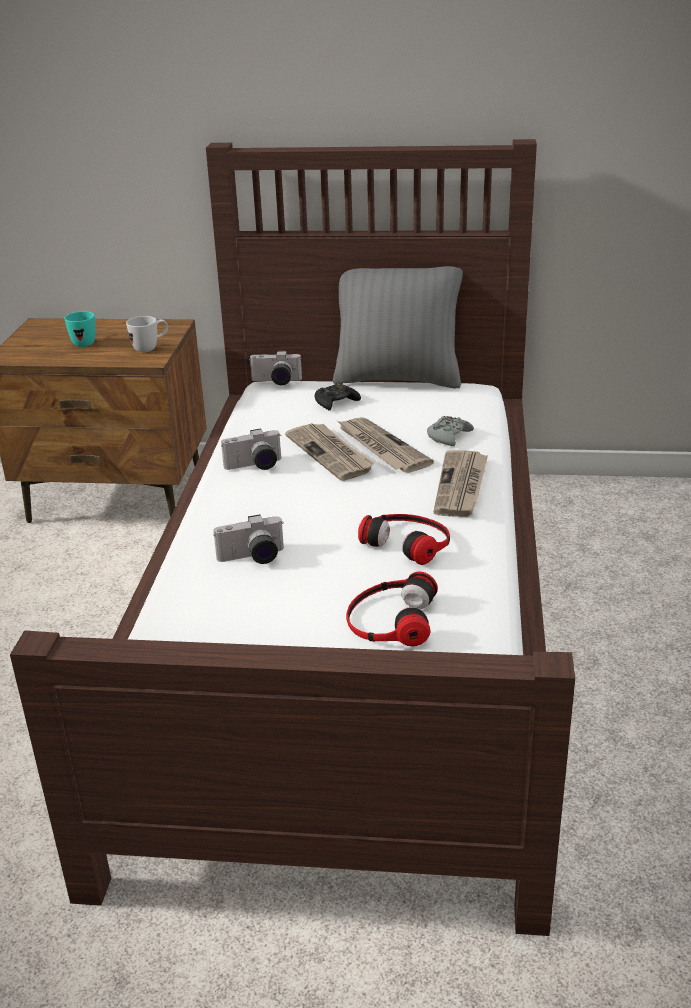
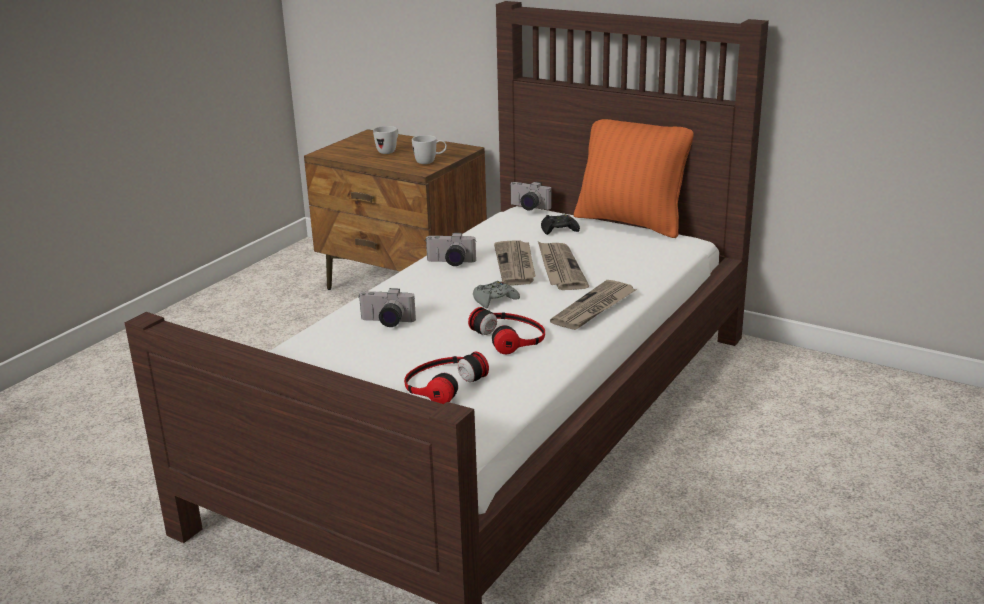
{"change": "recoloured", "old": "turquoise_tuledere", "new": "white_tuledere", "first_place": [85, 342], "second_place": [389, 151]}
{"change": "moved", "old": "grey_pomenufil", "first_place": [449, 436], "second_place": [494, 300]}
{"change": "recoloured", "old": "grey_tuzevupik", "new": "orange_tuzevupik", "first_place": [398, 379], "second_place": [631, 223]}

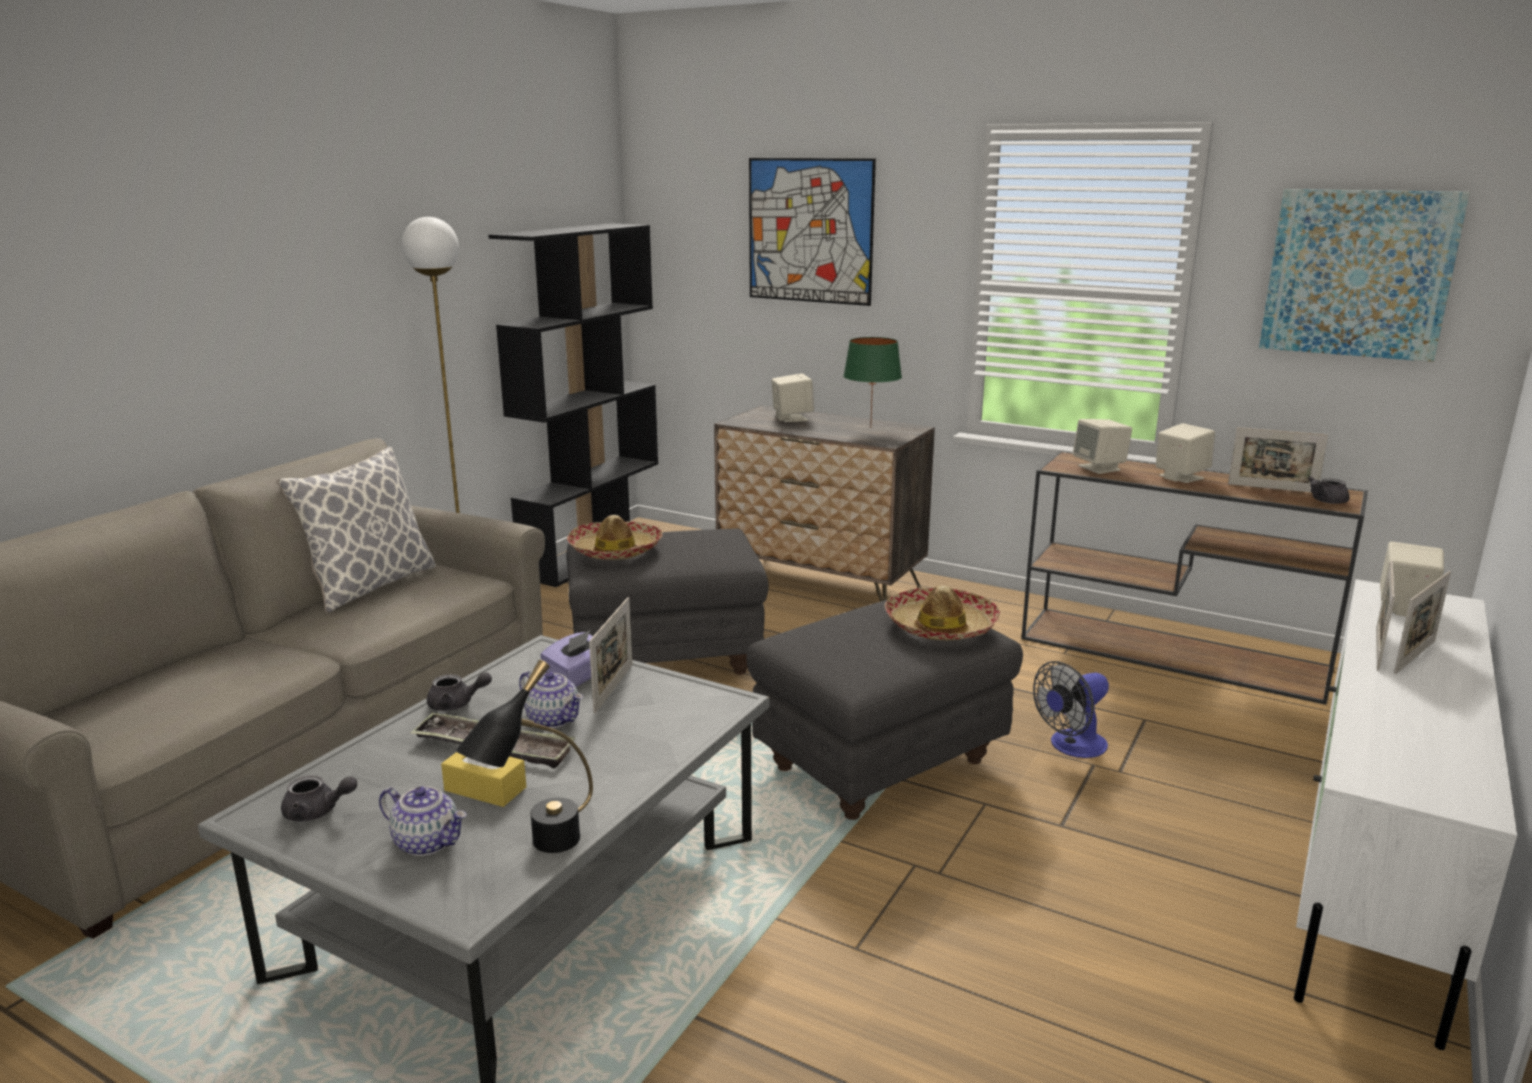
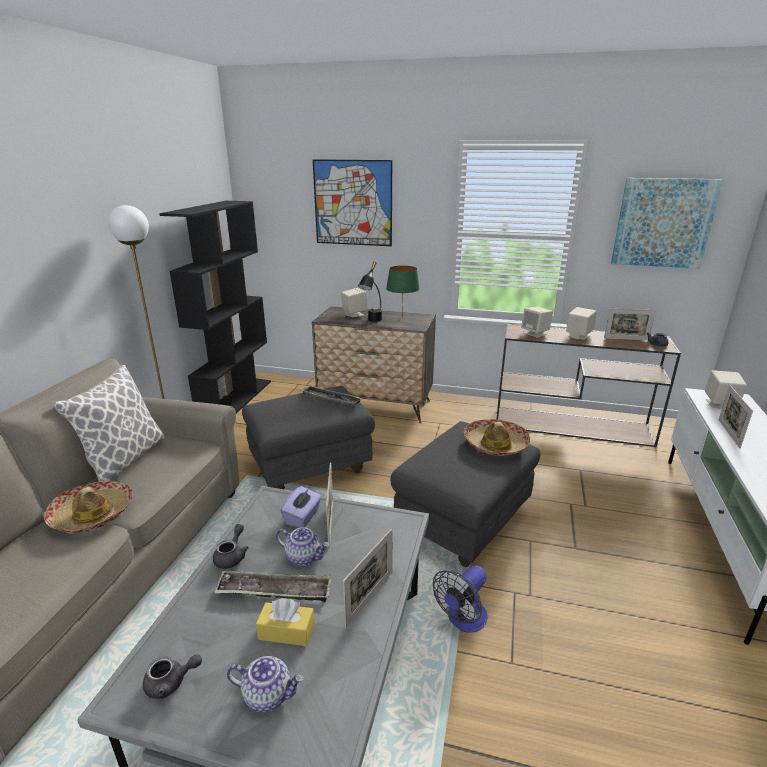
{"change": "moved", "old": "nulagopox", "first_place": [615, 550], "second_place": [92, 514]}
{"change": "turned", "old": "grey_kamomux", "first_place": [456, 704], "second_place": [232, 556], "degrees": -60}
{"change": "added", "new": "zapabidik", "second_place": [330, 399]}
{"change": "moved", "old": "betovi", "first_place": [1414, 657], "second_place": [369, 598]}
{"change": "moved", "old": "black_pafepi", "first_place": [538, 850], "second_place": [372, 321]}
{"change": "moved", "old": "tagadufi", "first_place": [1071, 747], "second_place": [462, 620]}

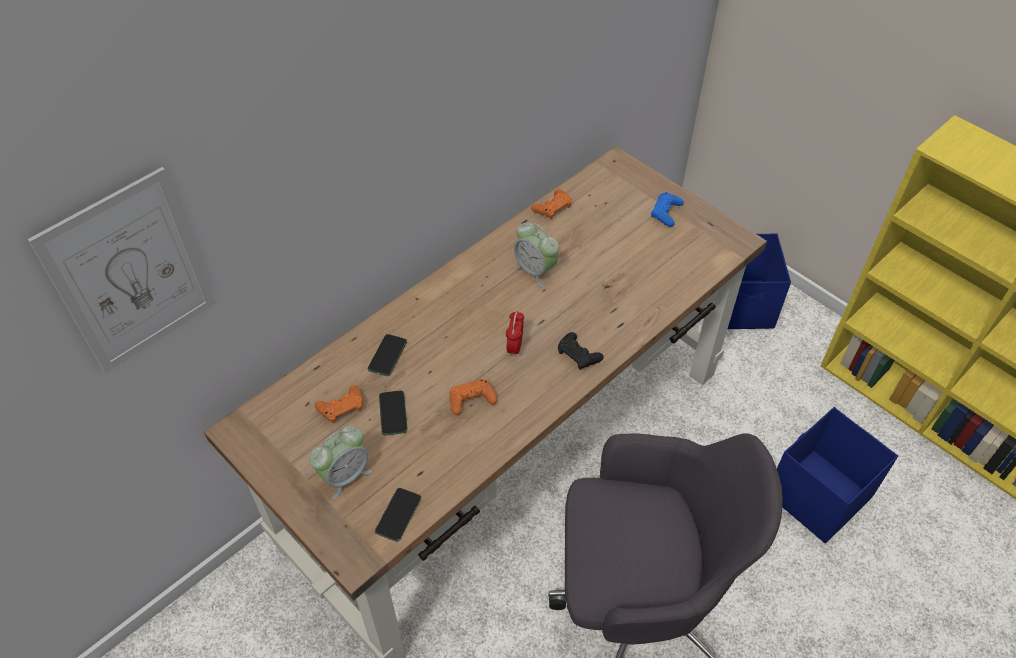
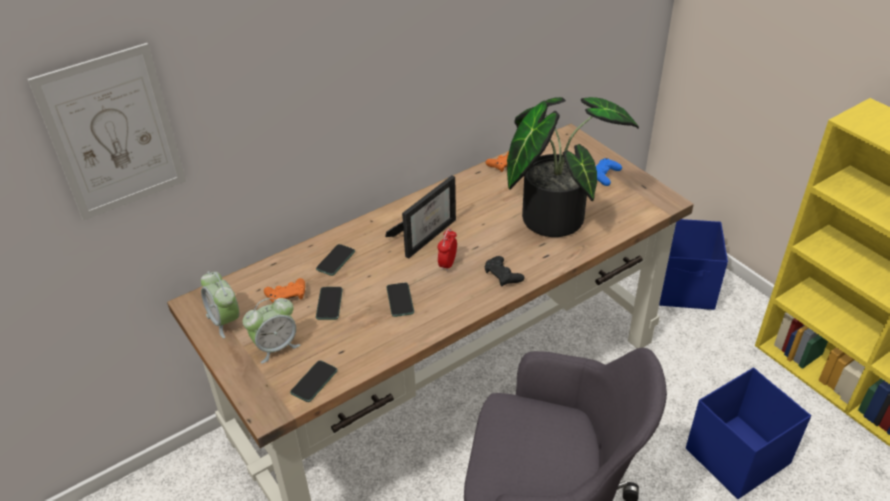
{"change": "moved", "old": "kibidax", "first_place": [535, 270], "second_place": [225, 321]}
{"change": "added", "new": "betovi", "second_place": [426, 234]}
{"change": "replaced", "old": "orange_pomenufil", "new": "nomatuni", "first_place": [471, 399], "second_place": [400, 300]}
{"change": "added", "new": "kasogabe", "second_place": [553, 214]}

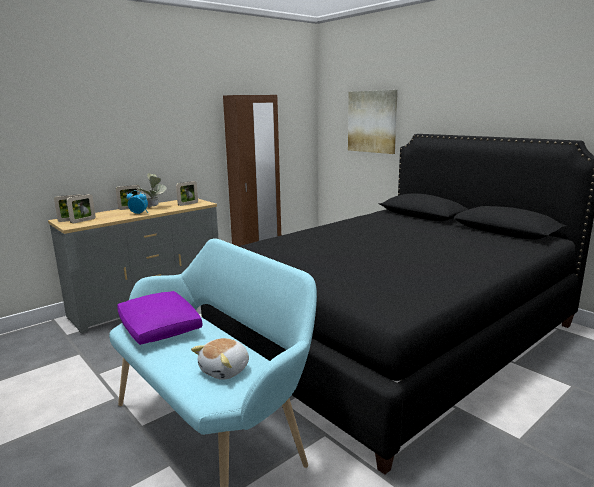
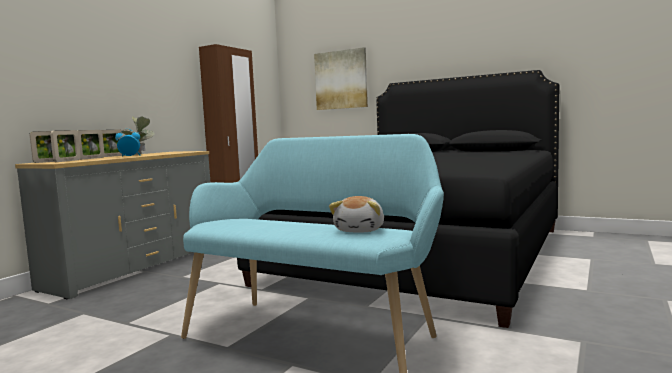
{"change": "moved", "old": "betovi", "first_place": [188, 204], "second_place": [91, 158]}
{"change": "removed", "old": "purple_tuzevupik", "first_place": [160, 328]}

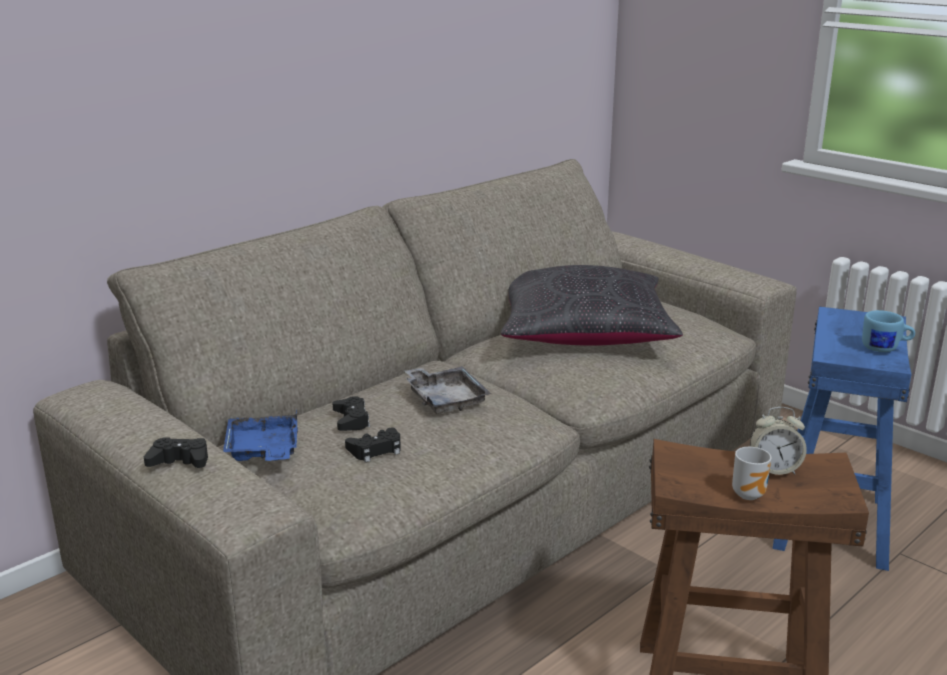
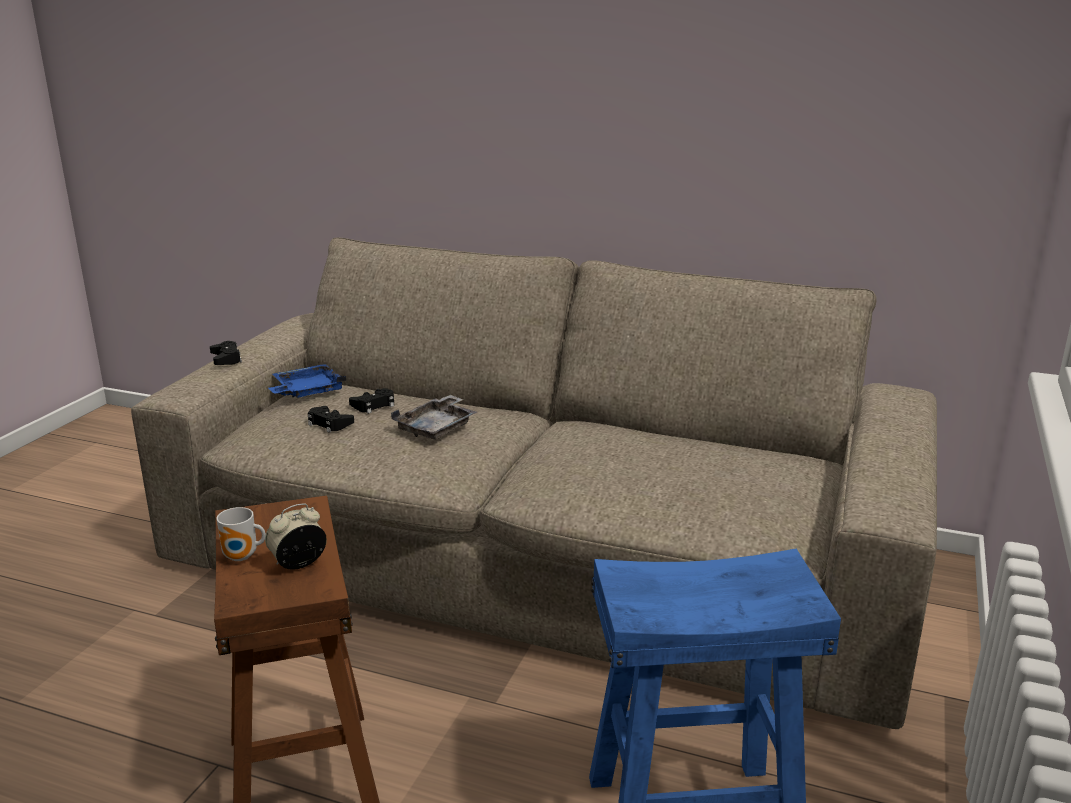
{"change": "turned", "old": "kibidax", "first_place": [774, 469], "second_place": [299, 564], "degrees": 75}
{"change": "removed", "old": "black_tuzevupik", "first_place": [583, 332]}
{"change": "removed", "old": "blue_tuledere", "first_place": [885, 349]}

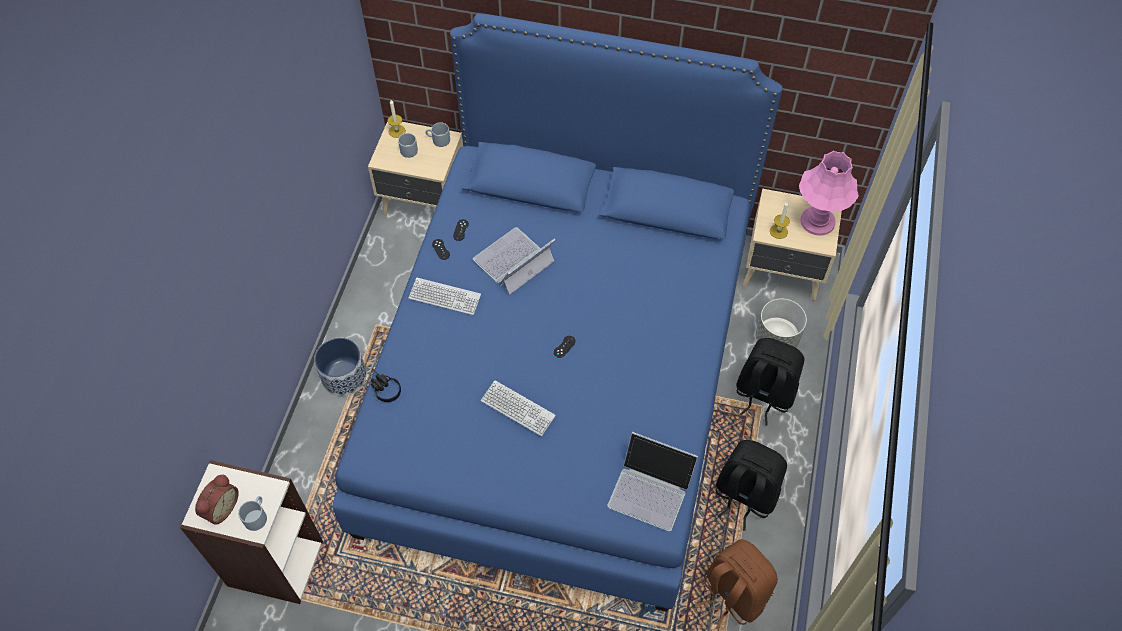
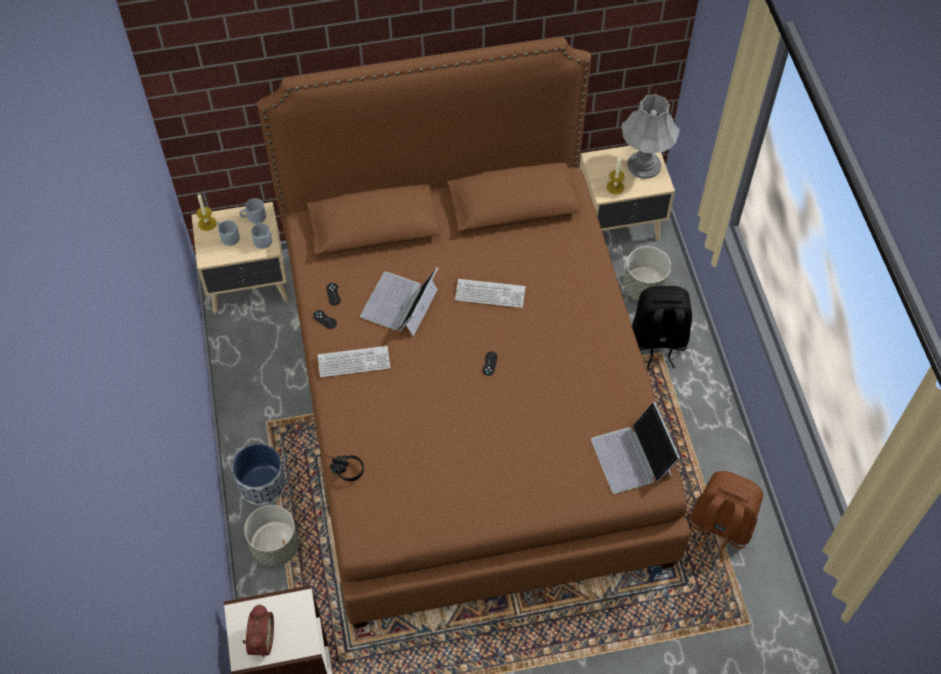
{"change": "added", "new": "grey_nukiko", "second_place": [275, 546]}
{"change": "moved", "old": "grey_tuledere", "first_place": [256, 515], "second_place": [262, 238]}
{"change": "recoloured", "old": "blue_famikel", "new": "brown_famikel", "first_place": [560, 378], "second_place": [469, 400]}
{"change": "moved", "old": "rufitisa", "first_place": [518, 409], "second_place": [490, 294]}
{"change": "turned", "old": "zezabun", "first_place": [651, 489], "second_place": [633, 457], "degrees": 75}
{"change": "recoloured", "old": "pink_pafepi", "new": "grey_pafepi", "first_place": [817, 221], "second_place": [644, 165]}
{"change": "removed", "old": "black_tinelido", "first_place": [744, 496]}

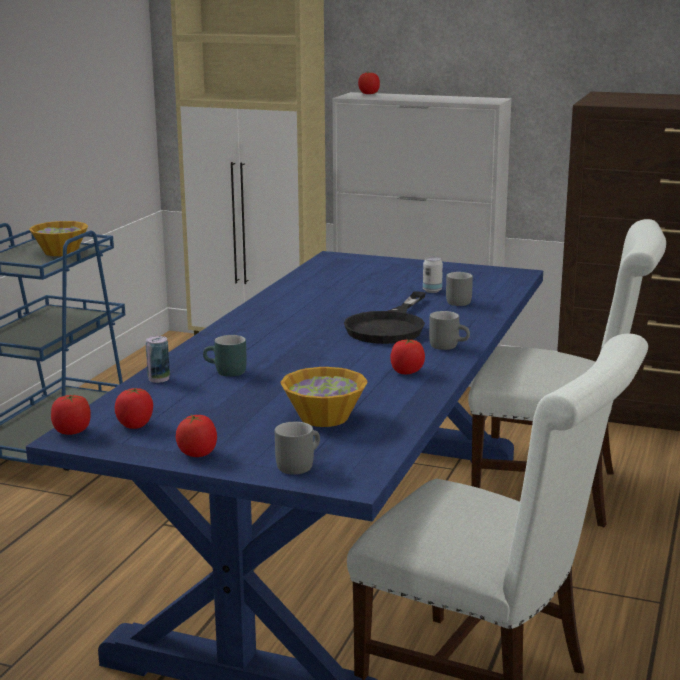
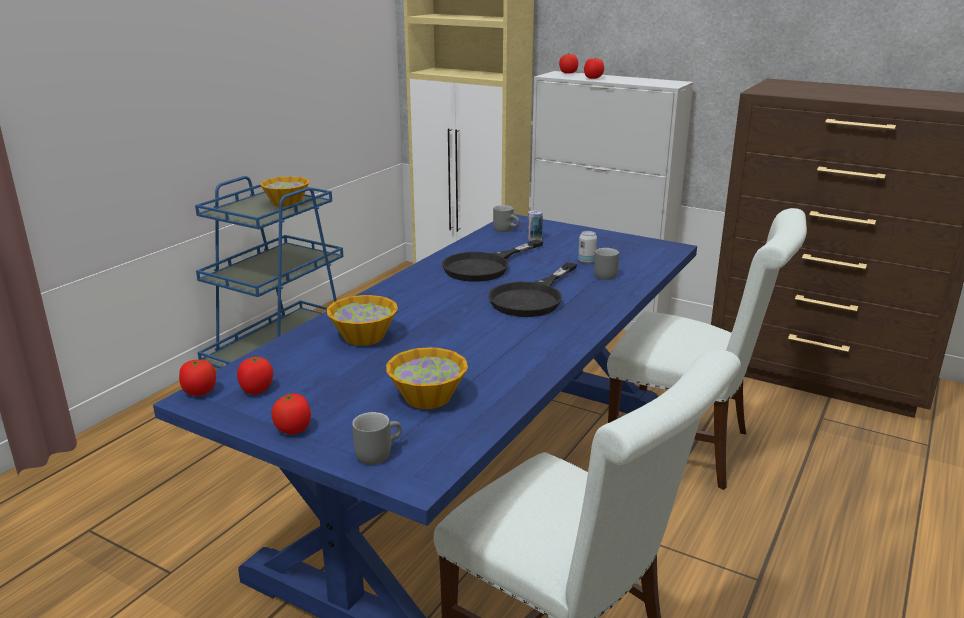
{"change": "replaced", "old": "turquoise_tuledere", "new": "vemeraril", "first_place": [225, 372], "second_place": [364, 337]}
{"change": "added", "new": "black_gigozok", "second_place": [485, 266]}
{"change": "moved", "old": "grey_tuledere", "first_place": [449, 346], "second_place": [506, 229]}
{"change": "moved", "old": "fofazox", "first_place": [159, 379], "second_place": [534, 239]}
{"change": "moved", "old": "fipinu", "first_place": [406, 372], "second_place": [593, 78]}

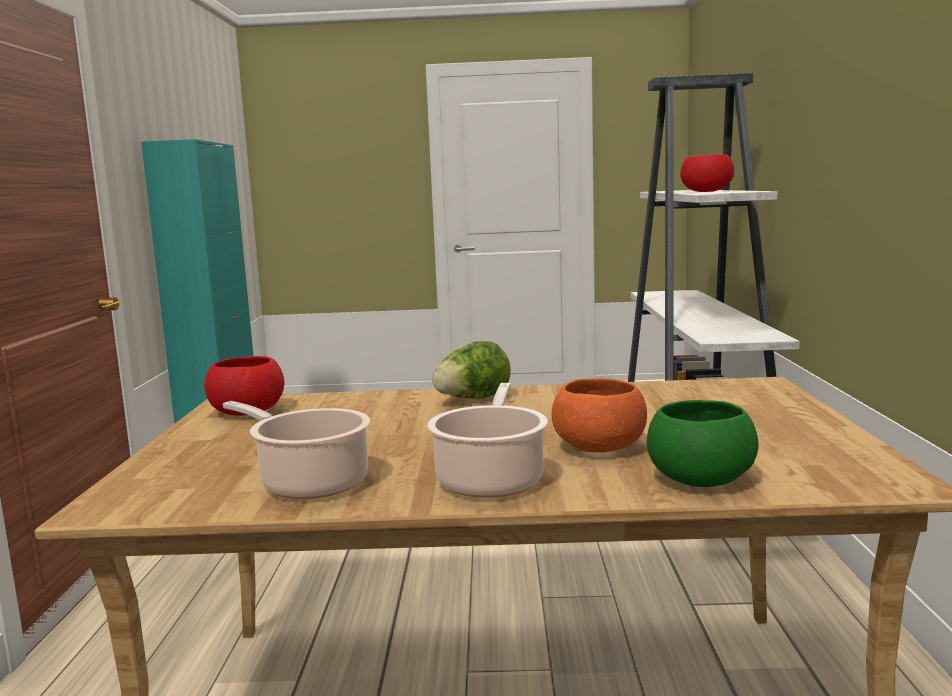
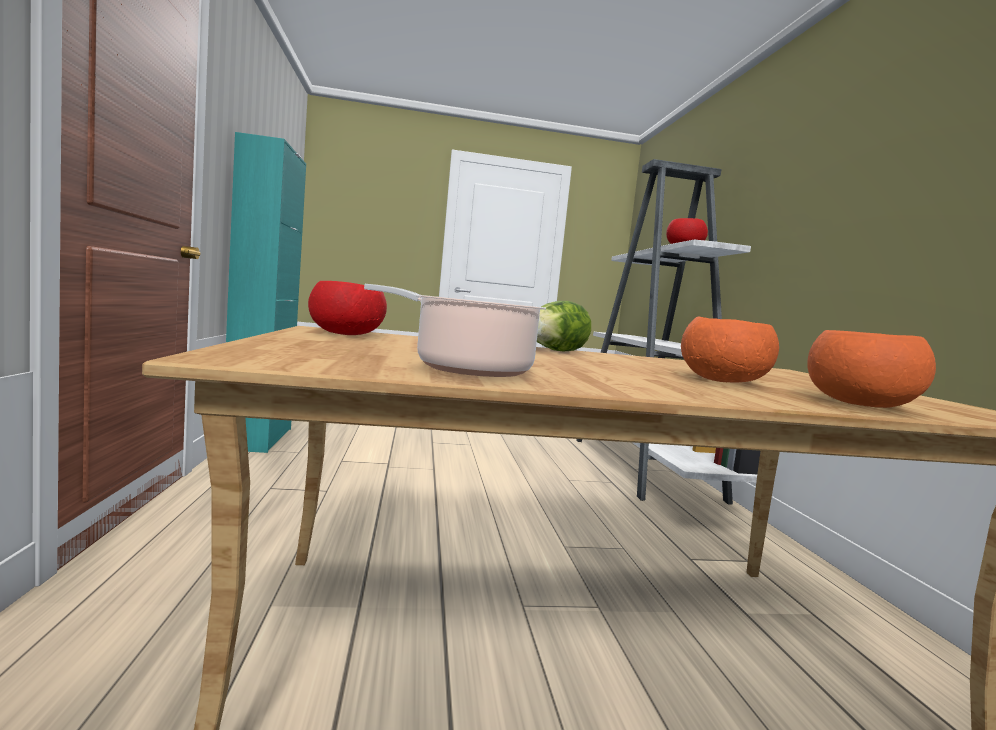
{"change": "recoloured", "old": "green_vemeraril", "new": "orange_vemeraril", "first_place": [700, 480], "second_place": [860, 404]}
{"change": "removed", "old": "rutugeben", "first_place": [491, 479]}

